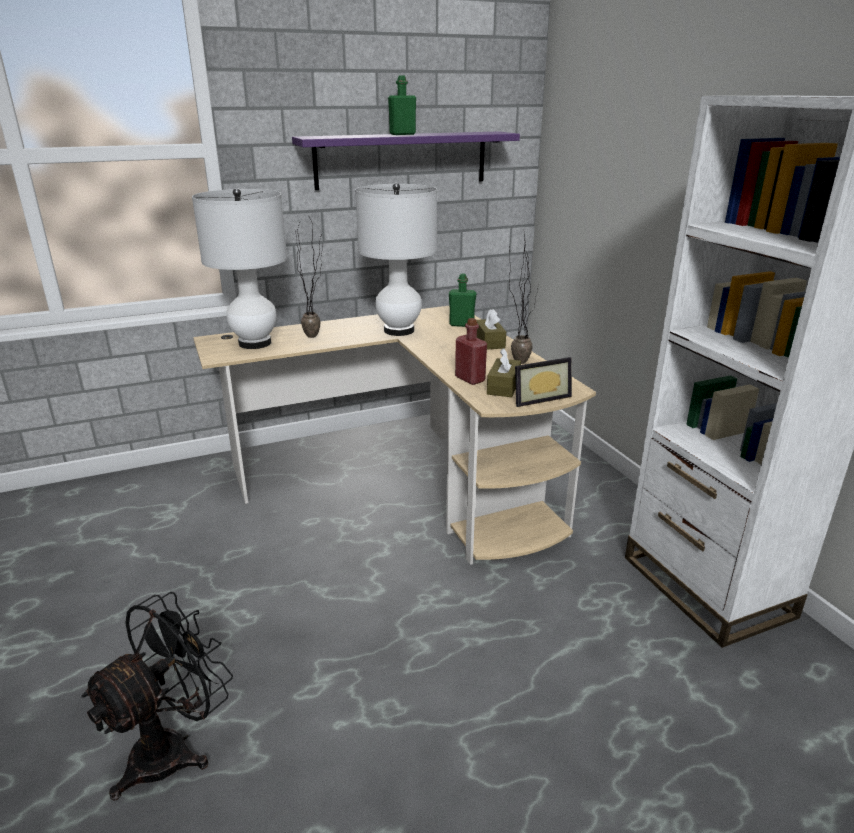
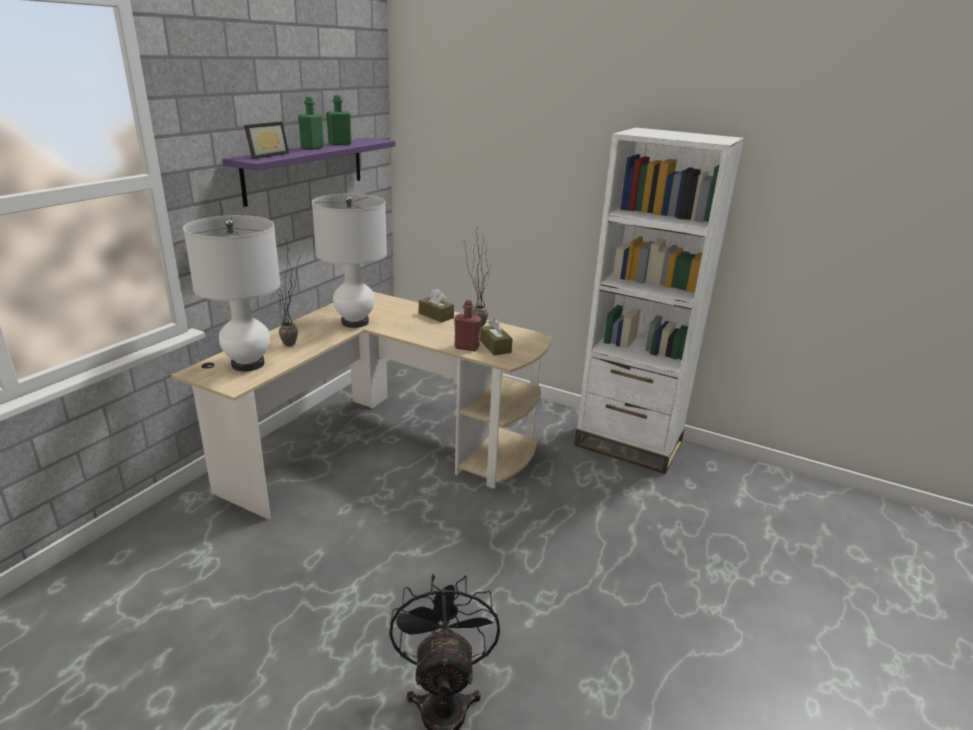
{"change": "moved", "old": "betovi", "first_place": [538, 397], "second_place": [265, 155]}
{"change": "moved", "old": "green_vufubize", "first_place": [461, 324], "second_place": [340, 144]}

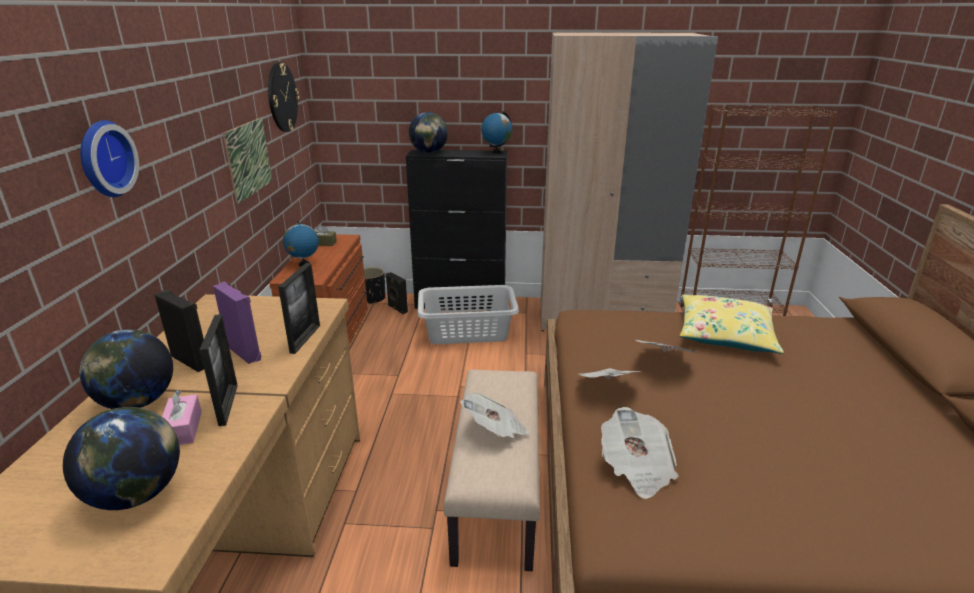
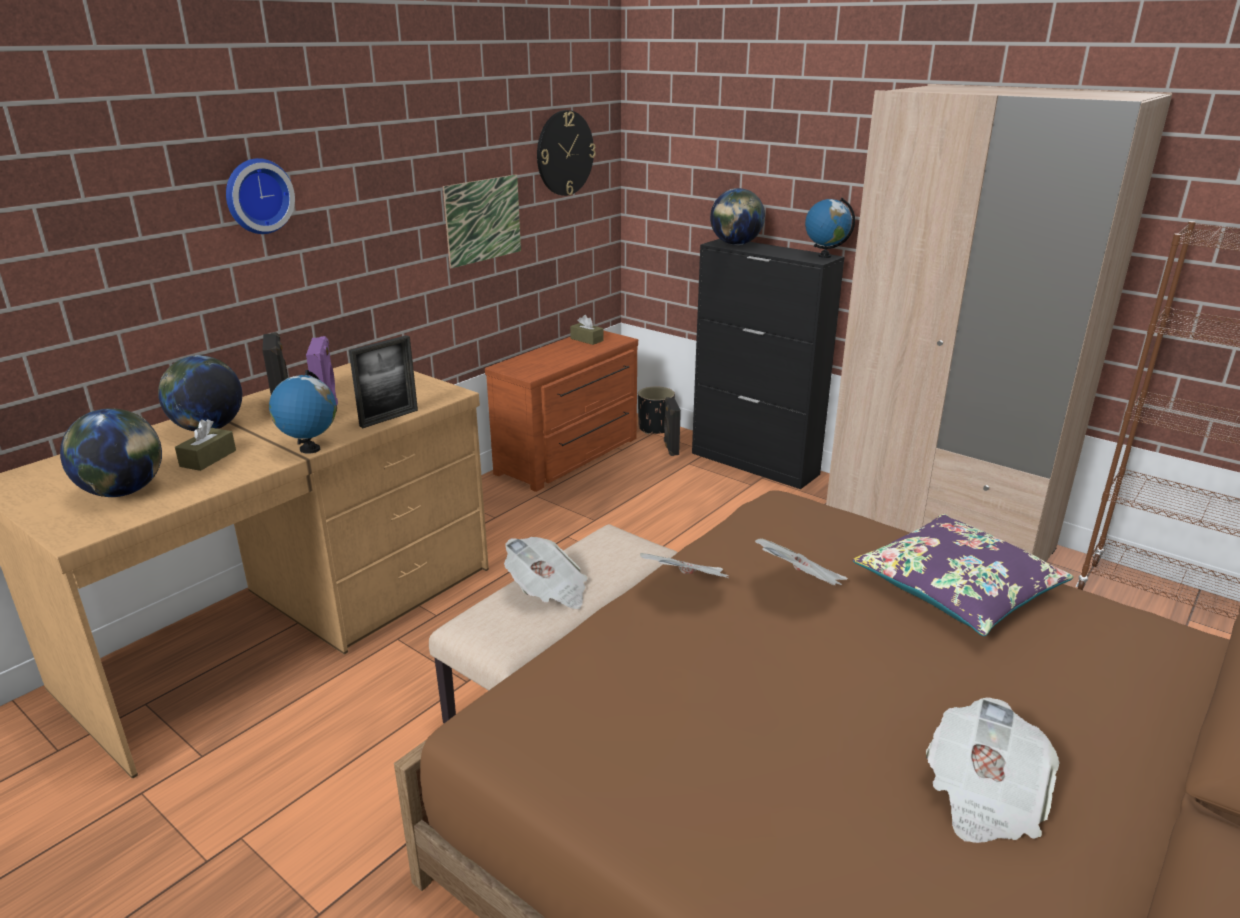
{"change": "recoloured", "old": "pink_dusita", "new": "brown_dusita", "first_place": [183, 429], "second_place": [208, 458]}
{"change": "moved", "old": "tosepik", "first_place": [304, 264], "second_place": [310, 449]}
{"change": "recoloured", "old": "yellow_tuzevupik", "new": "purple_tuzevupik", "first_place": [725, 334], "second_place": [957, 589]}
{"change": "moved", "old": "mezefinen", "first_place": [636, 468], "second_place": [983, 797]}
{"change": "removed", "old": "betovi", "first_place": [228, 404]}
{"change": "removed", "old": "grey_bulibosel", "first_place": [467, 331]}

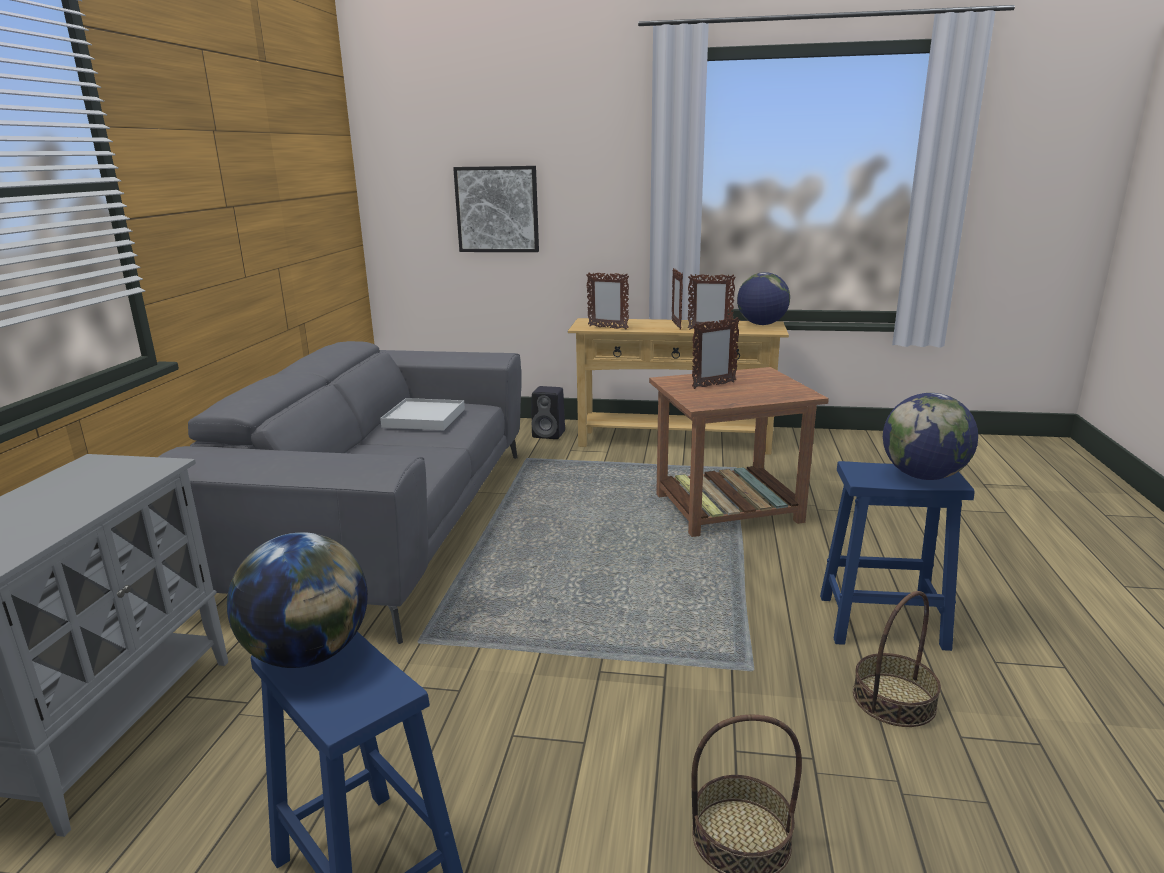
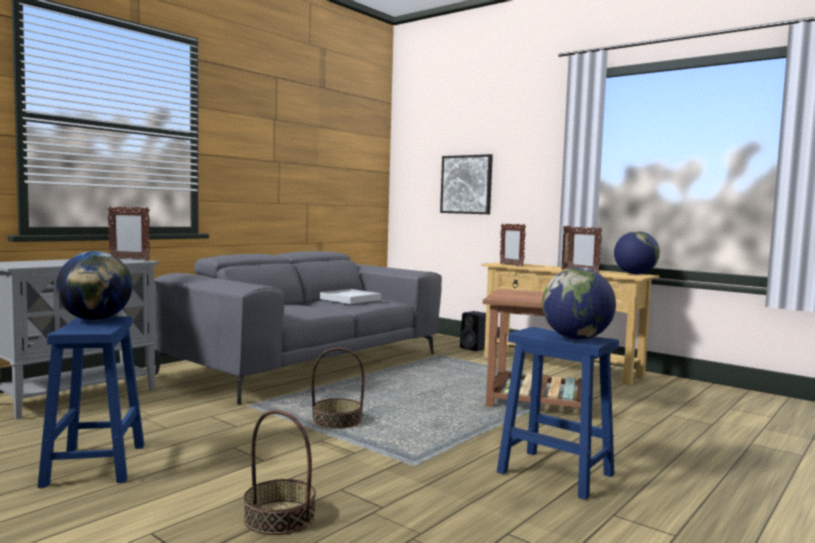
{"change": "moved", "old": "betovi", "first_place": [713, 385], "second_place": [129, 259]}
{"change": "moved", "old": "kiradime", "first_place": [894, 700], "second_place": [337, 421]}

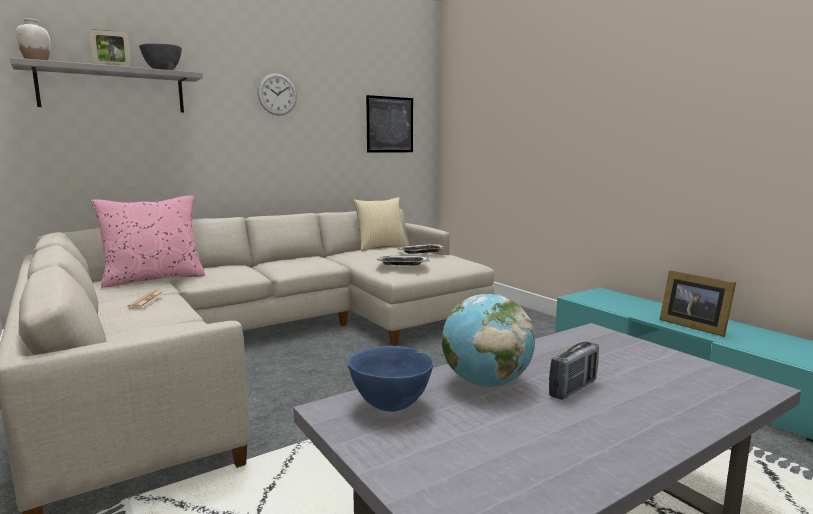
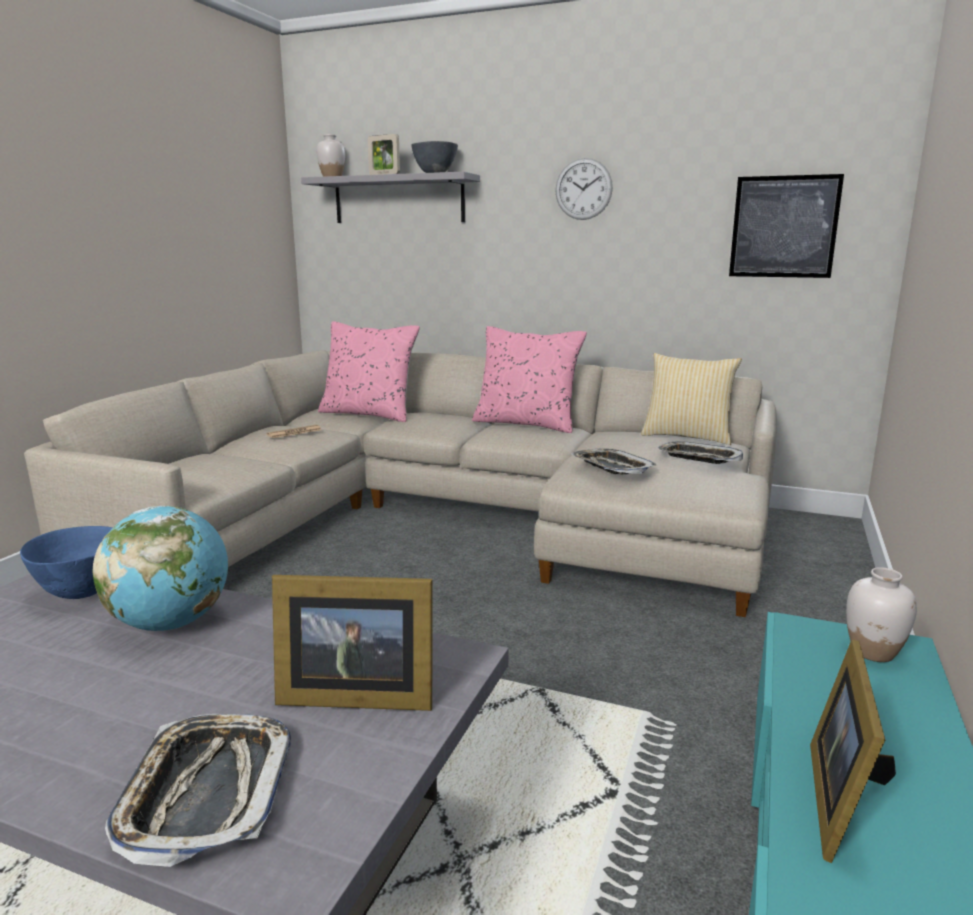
{"change": "added", "new": "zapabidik", "second_place": [206, 792]}
{"change": "added", "new": "betovi", "second_place": [352, 694]}
{"change": "added", "new": "pink_tuzevupik", "second_place": [526, 423]}
{"change": "added", "new": "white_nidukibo", "second_place": [873, 652]}
{"change": "removed", "old": "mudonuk", "first_place": [573, 388]}

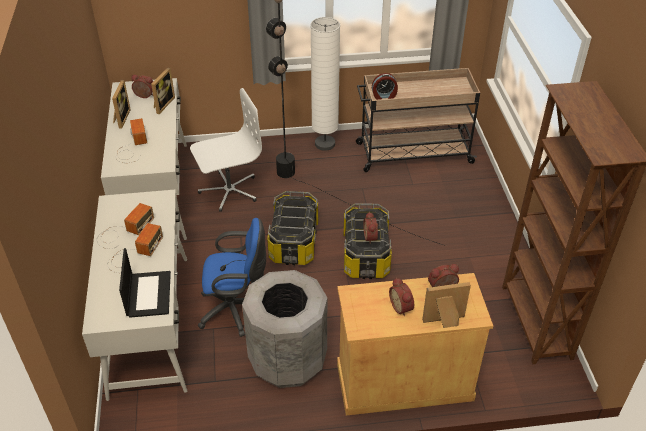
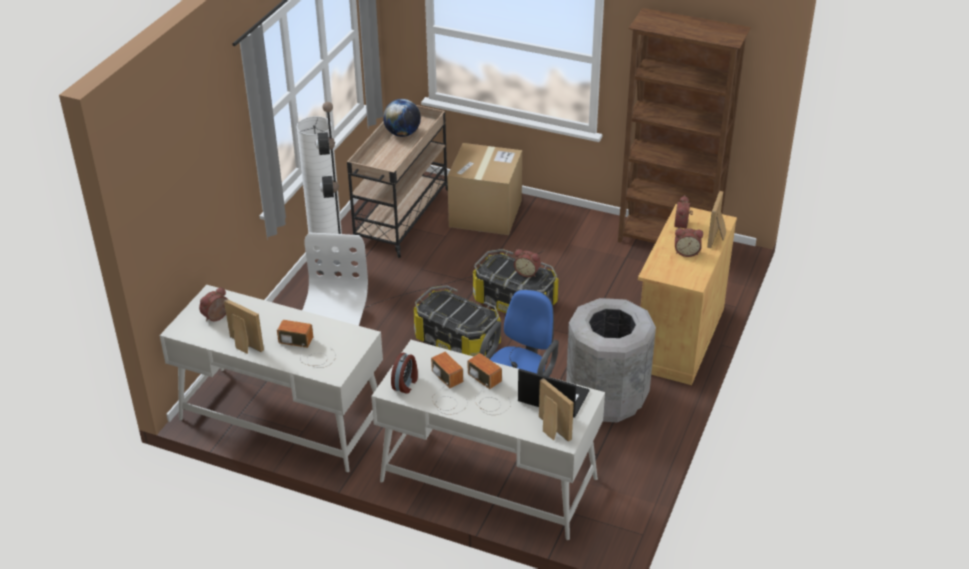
{"change": "added", "new": "tosepik", "second_place": [402, 133]}
{"change": "moved", "old": "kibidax", "first_place": [384, 96], "second_place": [406, 384]}
{"change": "added", "new": "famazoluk", "second_place": [485, 213]}
{"change": "moved", "old": "betovi", "first_place": [162, 104], "second_place": [551, 430]}

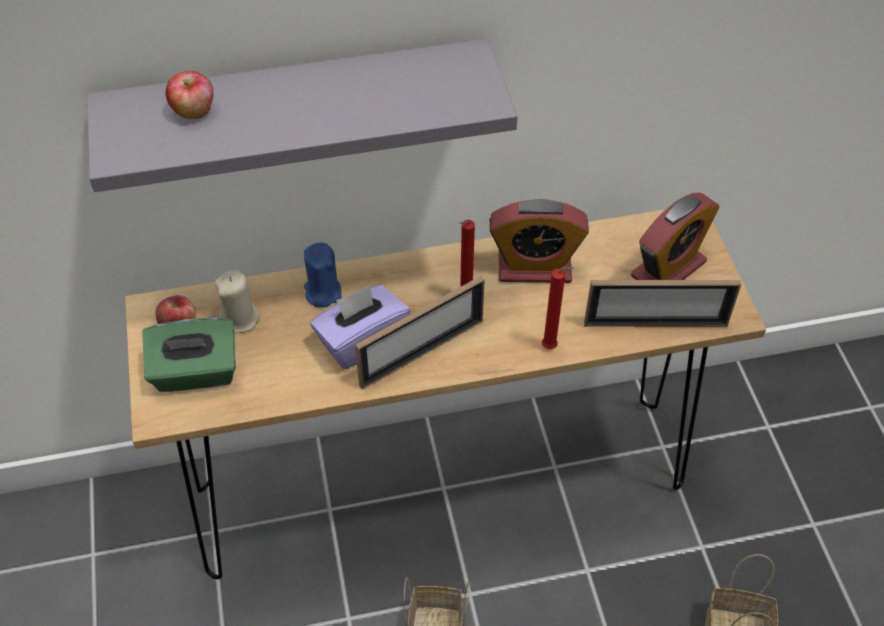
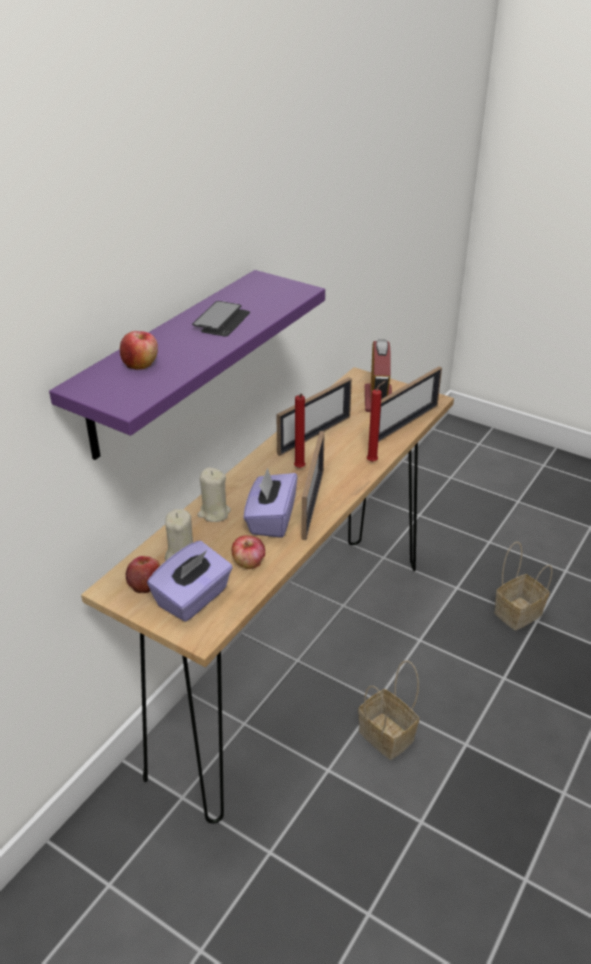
{"change": "recoloured", "old": "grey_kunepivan", "new": "purple_kunepivan", "first_place": [298, 111], "second_place": [168, 364]}
{"change": "recoloured", "old": "green_dusita", "new": "purple_dusita", "first_place": [195, 373], "second_place": [193, 598]}
{"change": "added", "new": "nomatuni", "second_place": [222, 321]}
{"change": "recoloured", "old": "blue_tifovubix", "new": "beige_tifovubix", "first_place": [323, 292], "second_place": [214, 513]}
{"change": "added", "new": "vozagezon", "second_place": [249, 563]}
{"change": "replaced", "old": "kibidax", "new": "betovi", "first_place": [534, 268], "second_place": [314, 435]}

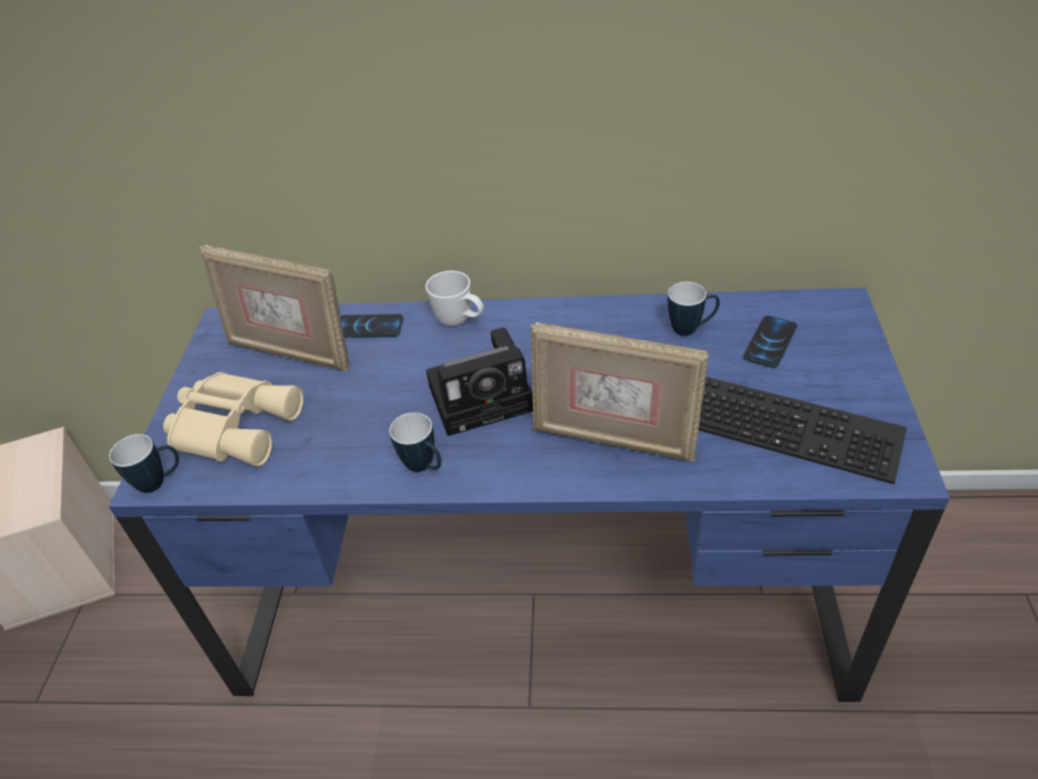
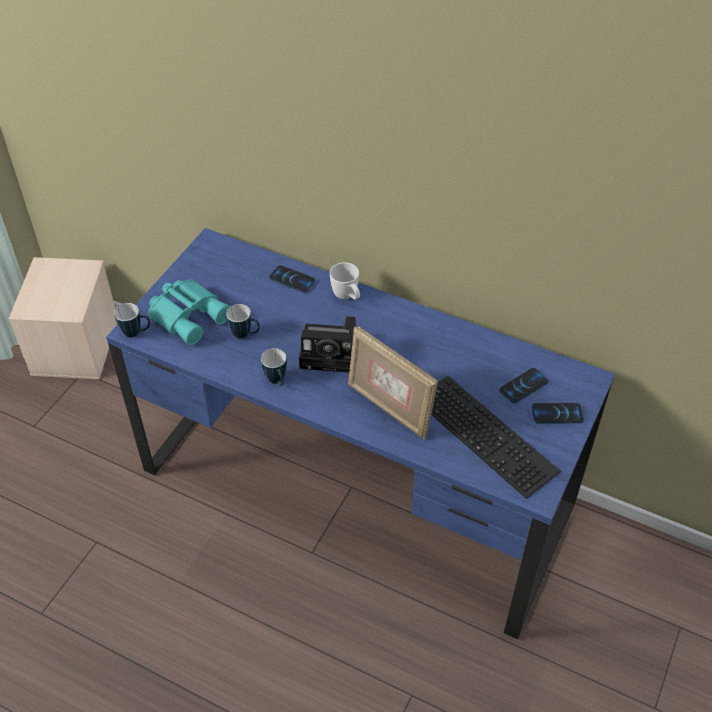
{"change": "recoloured", "old": "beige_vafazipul", "new": "turquoise_vafazipul", "first_place": [236, 425], "second_place": [189, 314]}
{"change": "moved", "old": "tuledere", "first_place": [691, 329], "second_place": [245, 335]}
{"change": "added", "new": "nomatuni", "second_place": [557, 414]}
{"change": "removed", "old": "betovi", "first_place": [291, 353]}

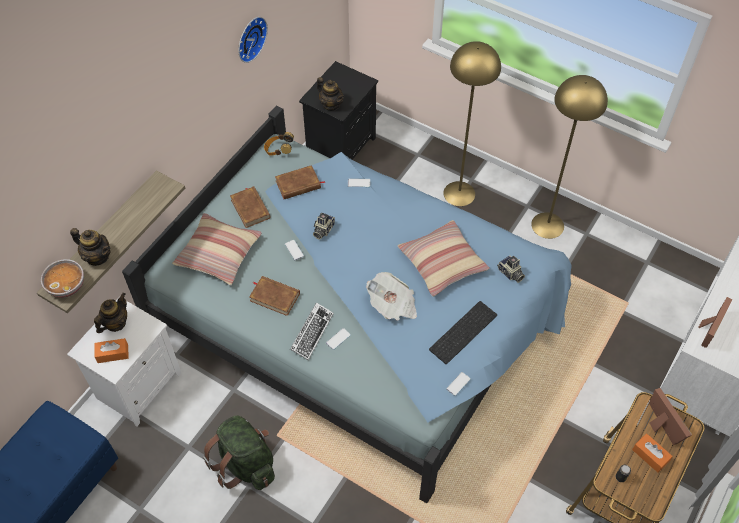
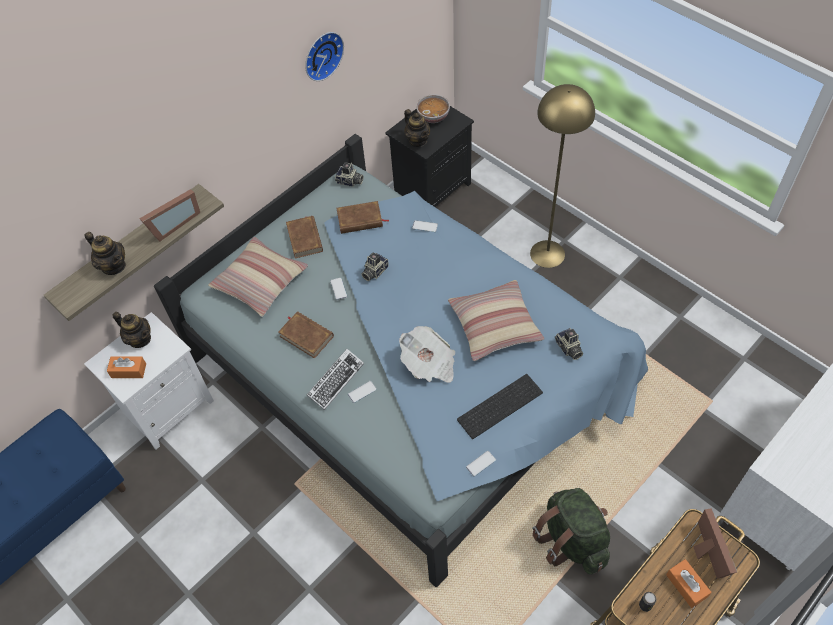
{"change": "turned", "old": "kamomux", "first_place": [115, 323], "second_place": [140, 339], "degrees": 75}
{"change": "moved", "old": "betovi", "first_place": [706, 329], "second_place": [173, 224]}
{"change": "replaced", "old": "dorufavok", "new": "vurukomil", "first_place": [279, 151], "second_place": [349, 182]}
{"change": "moved", "old": "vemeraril", "first_place": [67, 286], "second_place": [433, 116]}
{"change": "moved", "old": "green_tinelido", "first_place": [245, 463], "second_place": [572, 540]}
{"change": "removed", "old": "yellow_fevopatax", "first_place": [548, 225]}

